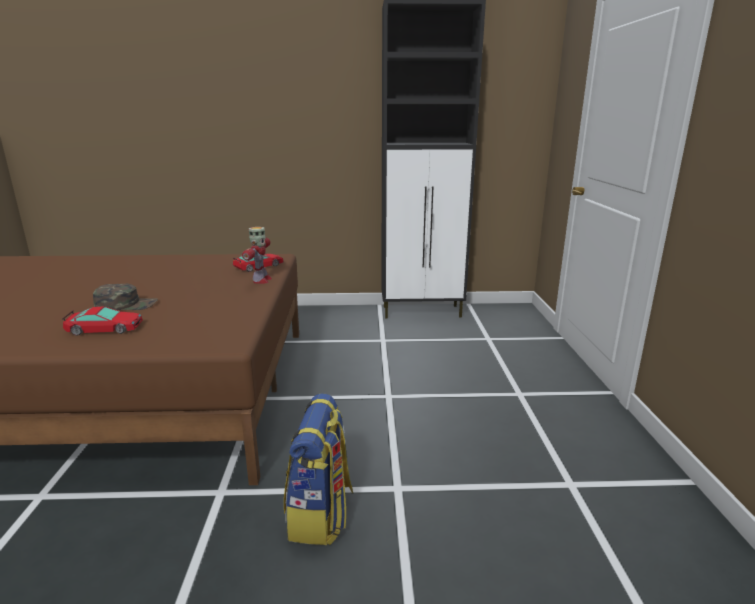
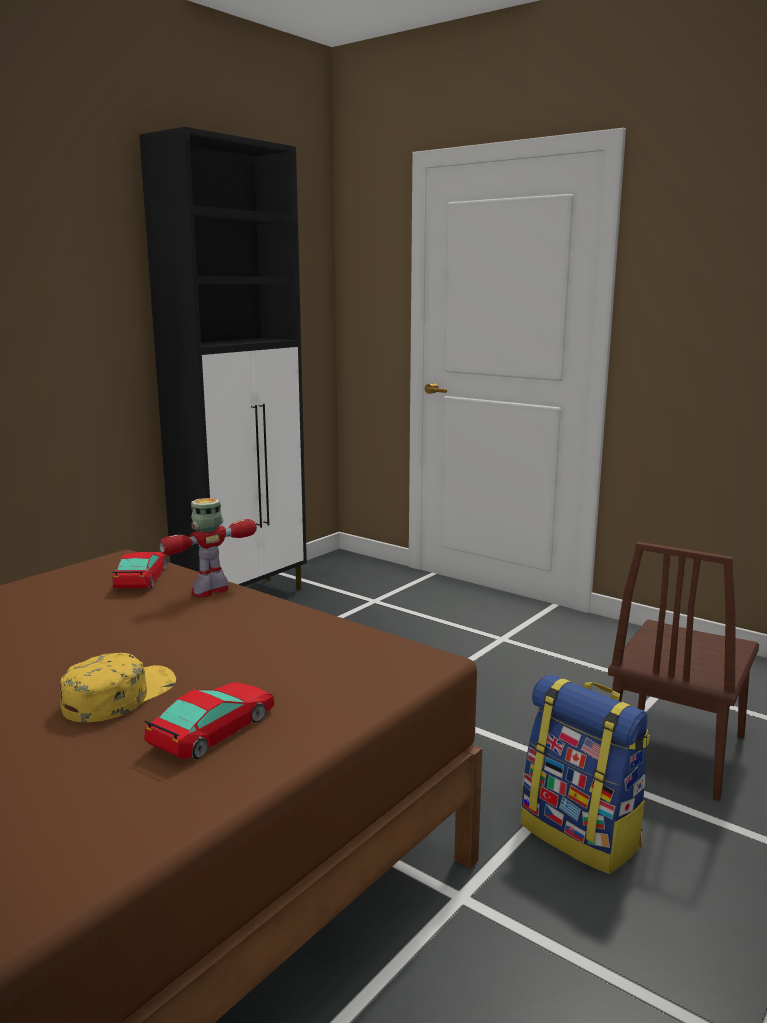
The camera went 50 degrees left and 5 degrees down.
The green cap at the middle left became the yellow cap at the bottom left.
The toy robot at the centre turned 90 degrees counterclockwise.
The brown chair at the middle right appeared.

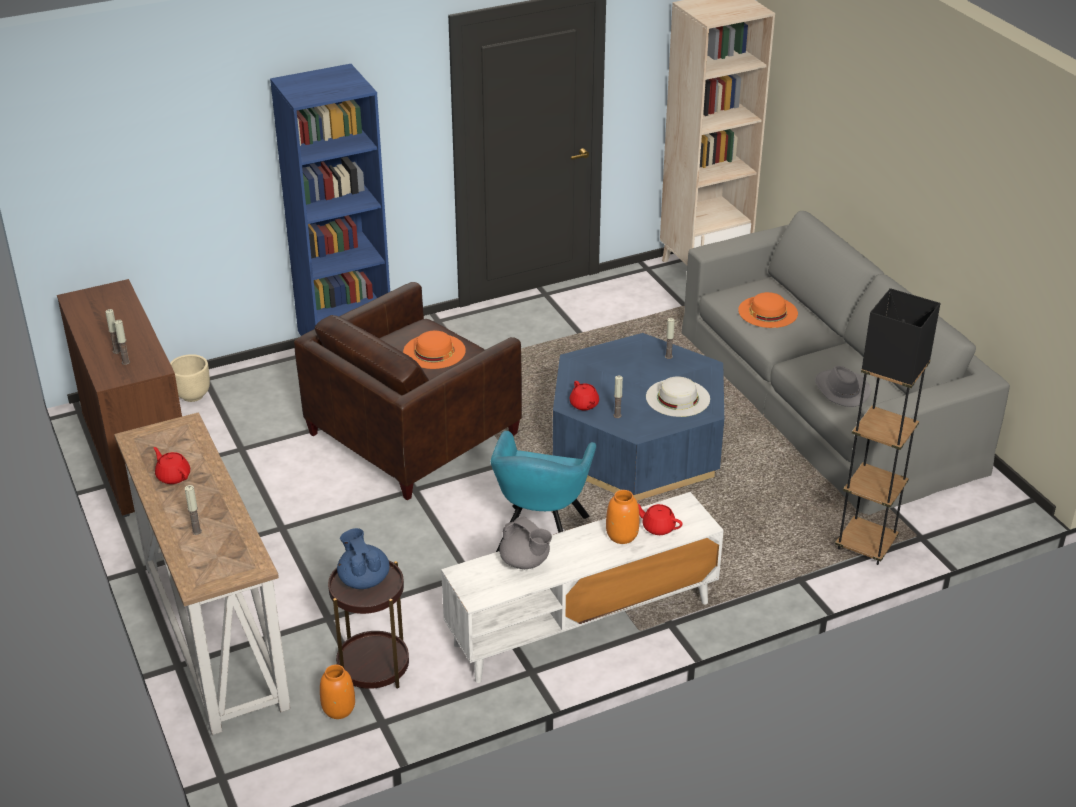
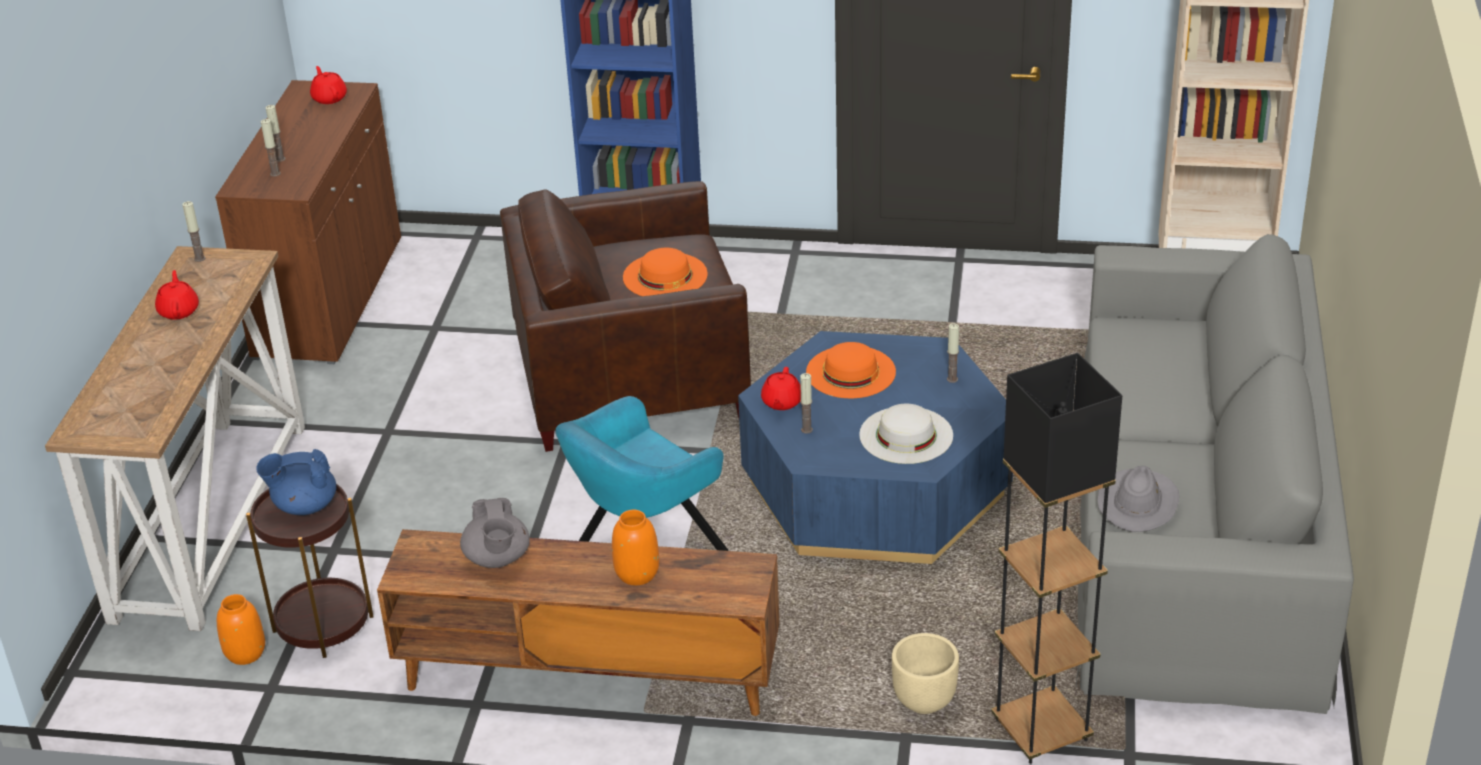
The camera went 35 degrees right and 0 degrees up.
The candle (3rd from left in the first image) moved from the middle left to the top left.
The blue teapot at the bottom centre turned 105 degrees counterclockwise.
The red teapot (3rd from left in the first image) moved from the centre to the top left.
The white tv stand at the bottom centre became the brown tv stand at the bottom centre.
The orange hat (2nd from left) moved from the middle right to the centre.
The beige planter moved from the middle left to the bottom centre.

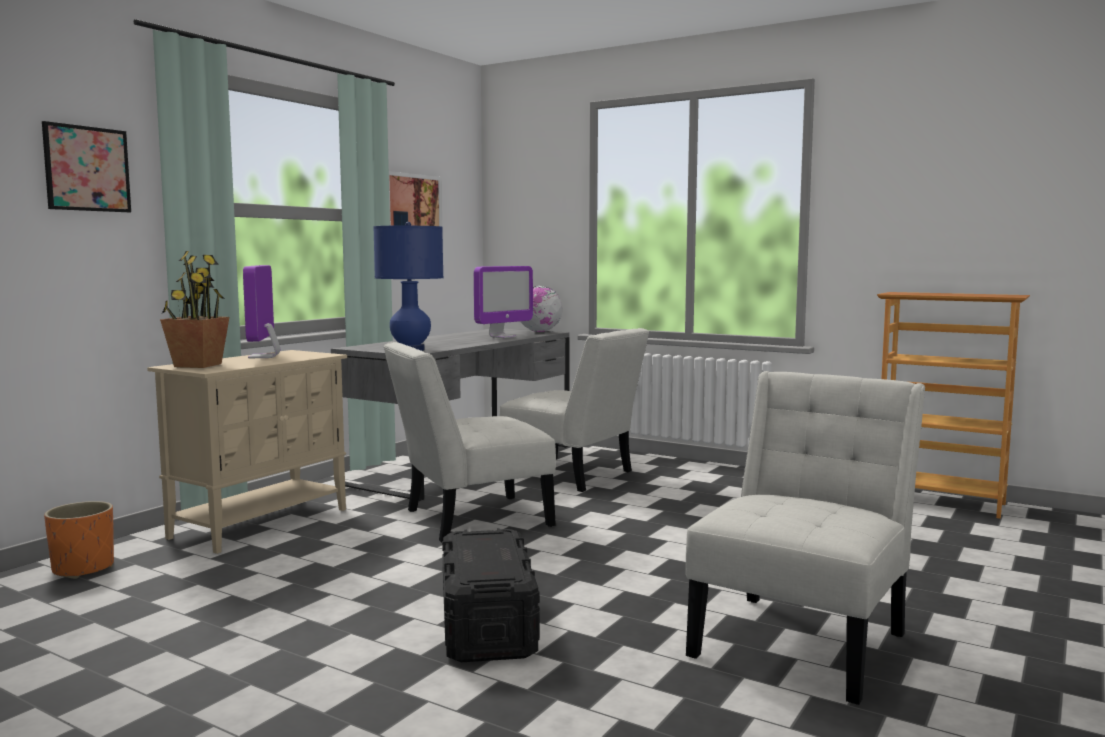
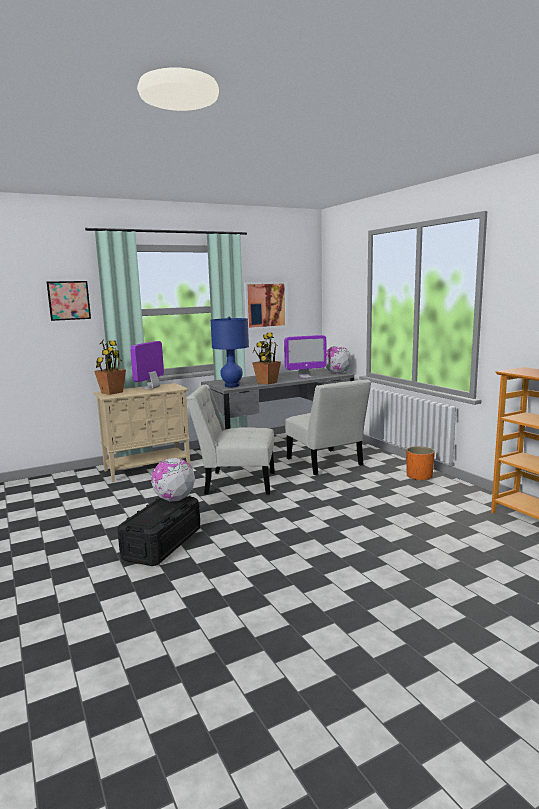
The camera went 30 degrees right and 5 degrees up.
The globe (1st from left) at the middle left appeared.
The potted plant (2nd from left) at the centre appeared.
The orange planter moved from the bottom left to the middle right.
The white chair (3rd from left) at the bottom right disappeared.

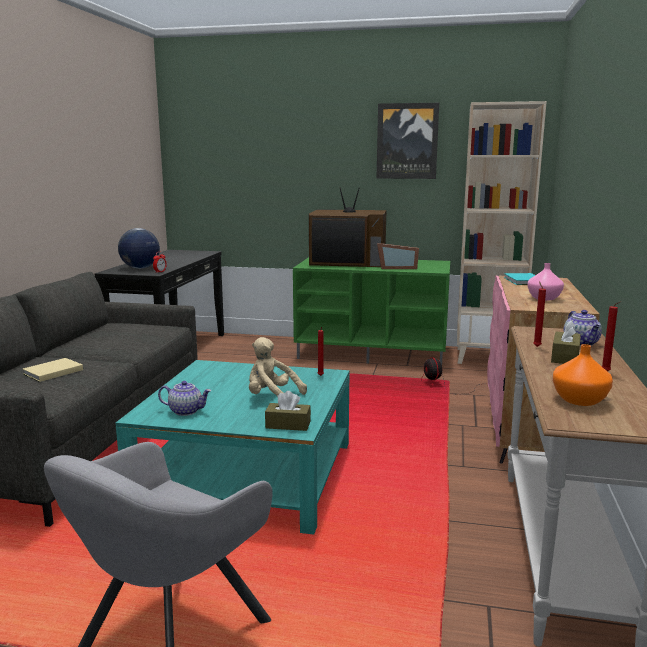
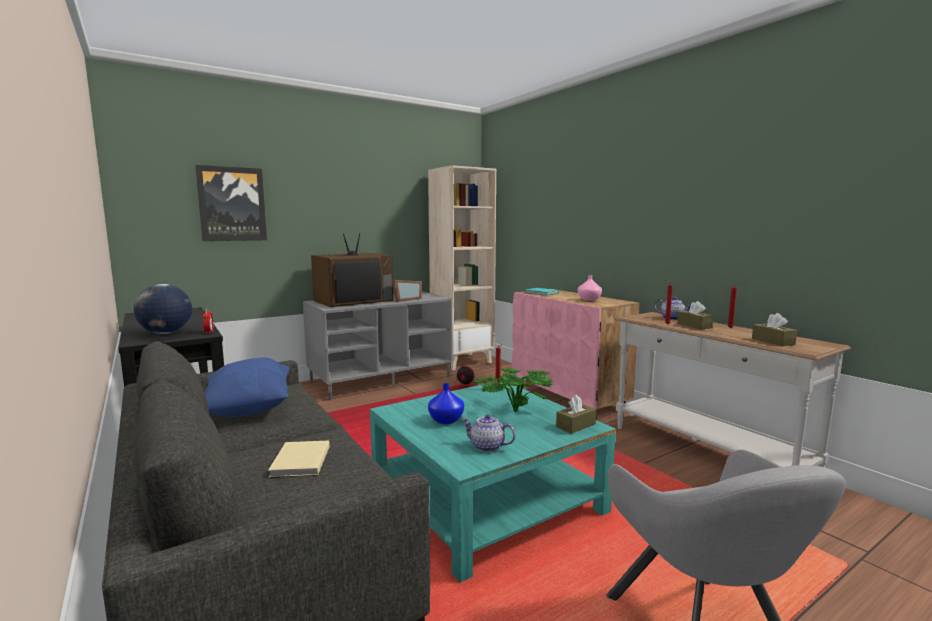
The camera went 45 degrees left and 5 degrees down.
The picture moved from the top centre to the top left.
The blue pillow at the middle left appeared.
The green tv stand at the centre became the grey tv stand at the centre.
The blue vase at the centre appeared.
The teapot (1st from left) at the middle left turned 120 degrees counterclockwise.
The beige plush toy at the centre was replaced by the potted plant at the centre.
The orange vase at the middle right was replaced by the brown tissue box (3rd from left) at the middle right.

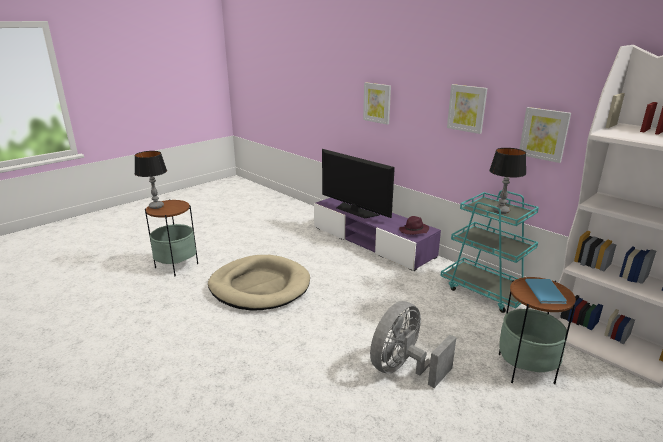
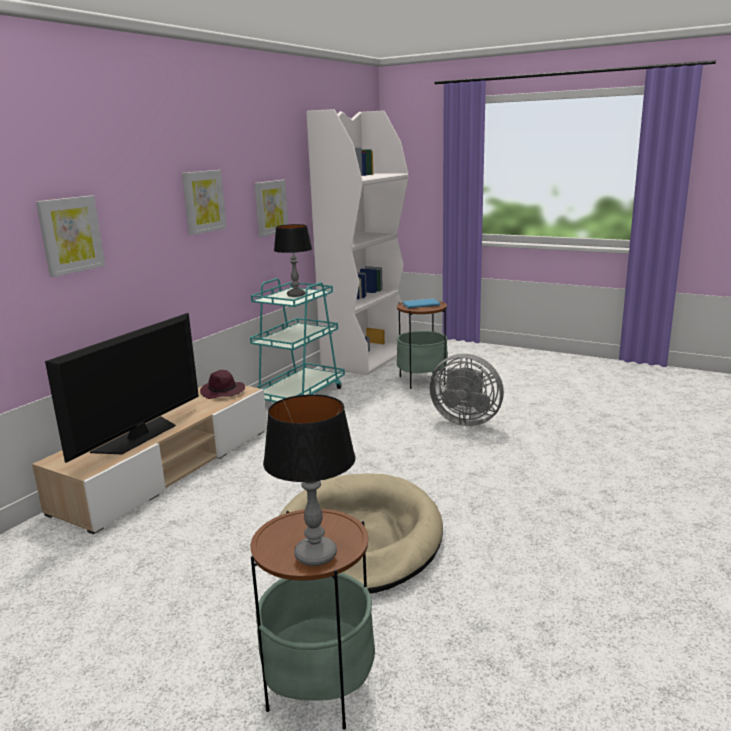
The camera went 105 degrees left and 5 degrees down.
The purple tv stand at the centre became the beige tv stand at the middle left.

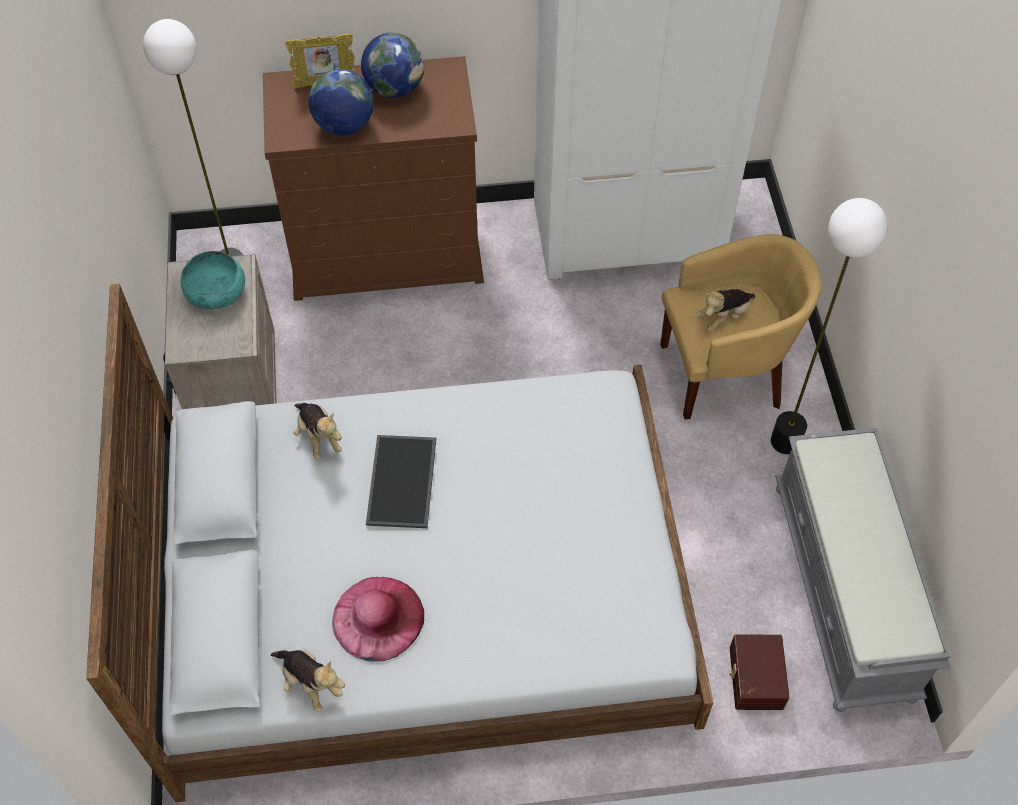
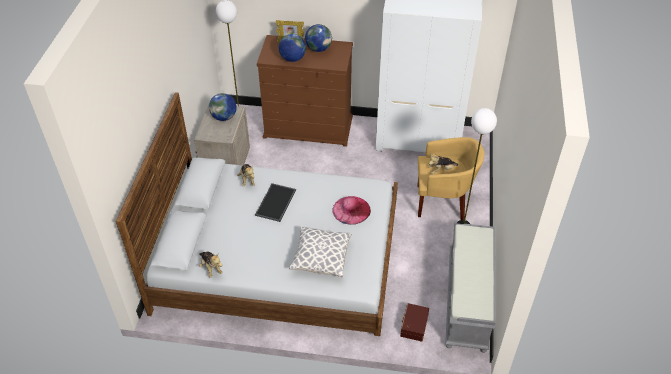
The camera went 15 degrees right and 10 degrees down.
The turquoise bowl at the middle left was replaced by the globe (1st from left) at the top left.
The pillow at the bottom centre appeared.
The pink hat moved from the bottom centre to the centre.

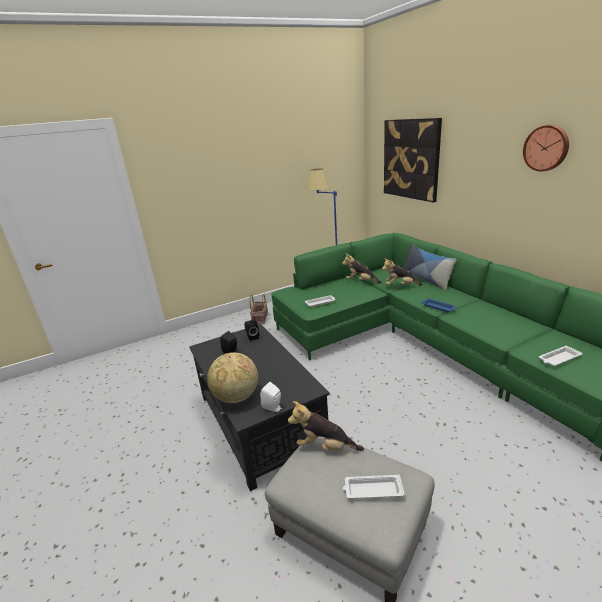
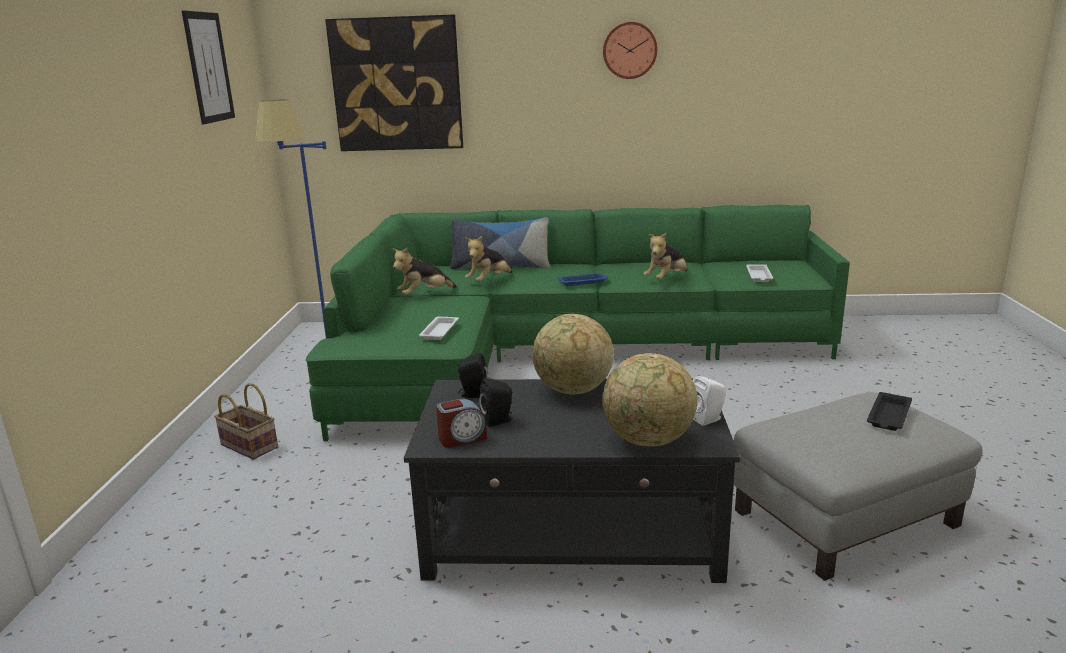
The camera went 60 degrees left and 5 degrees down.
The picture (1st from left) at the top left appeared.
The alarm clock at the centre appeared.
The globe (1st from left) at the centre appeared.
The plush toy (1st from left in the first image) moved from the bottom centre to the centre.
The white tray (2nd from left) at the bottom centre became the black tray at the middle right.

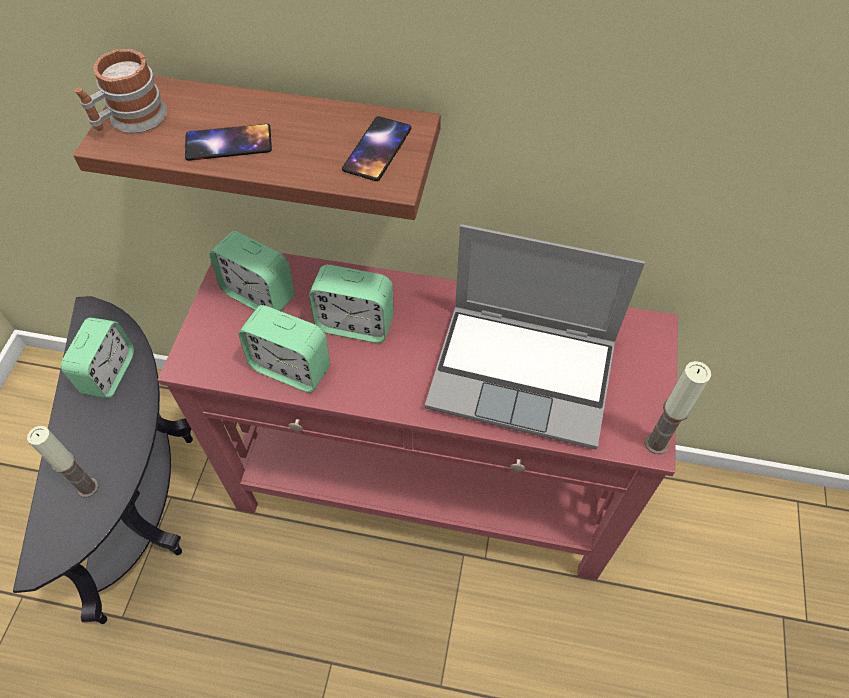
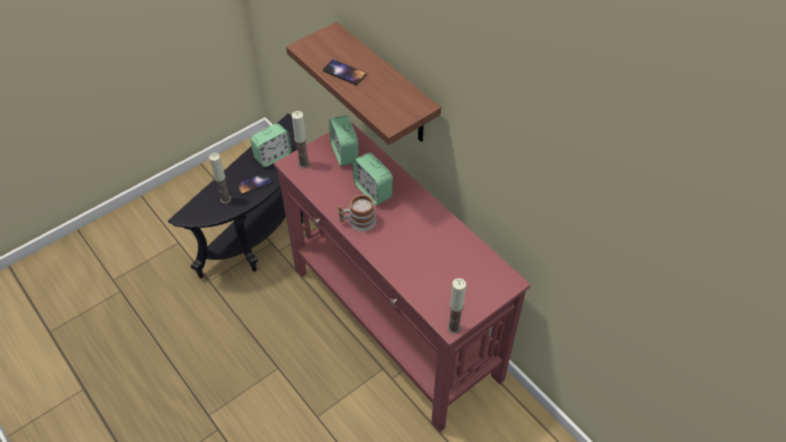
The camera went 40 degrees right and 5 degrees down.
The phone (2nd from left in the first image) moved from the top centre to the middle left.
The candle (2nd from left) at the top centre appeared.
The mug moved from the top left to the centre.
The alarm clock (3rd from left) at the centre disappeared.
The laptop at the centre disappeared.

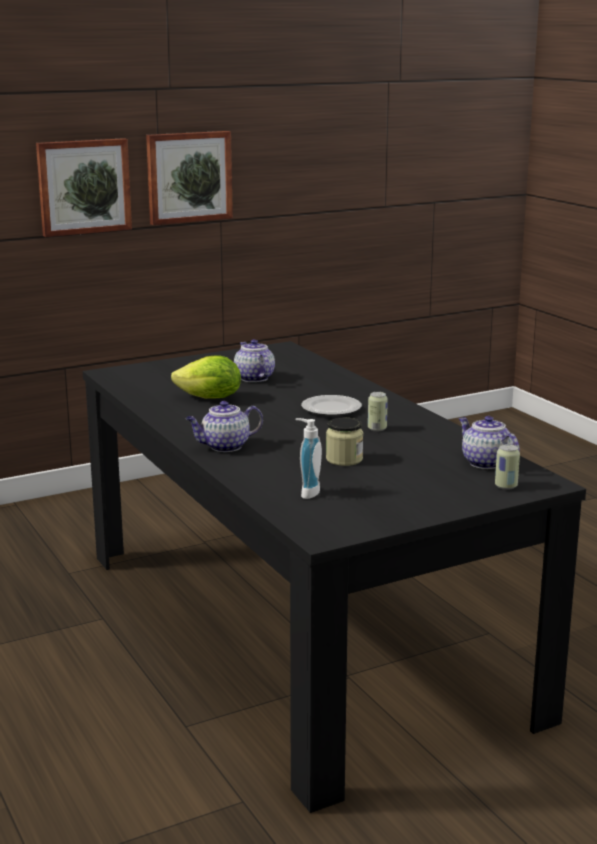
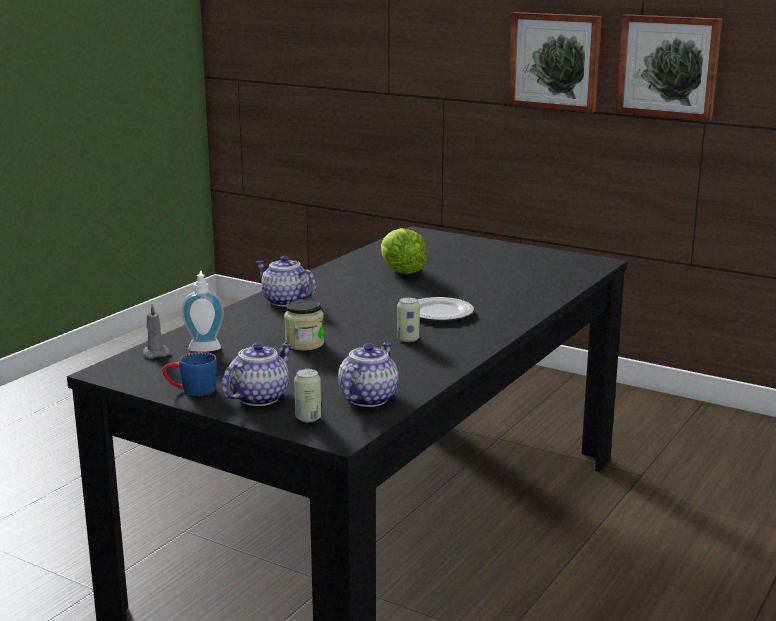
The camera went 60 degrees right and 0 degrees up.
The grey candle at the middle left appeared.
The blue mug at the middle left appeared.
The teapot (2nd from left in the first image) moved from the centre to the middle left.

